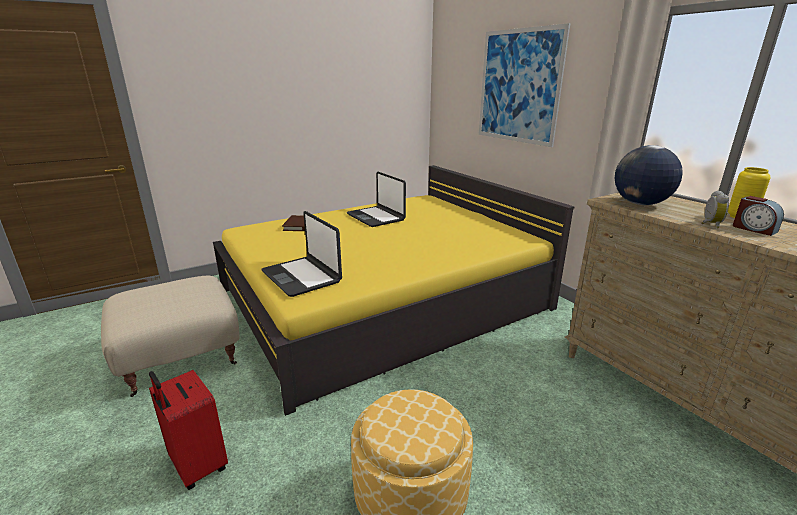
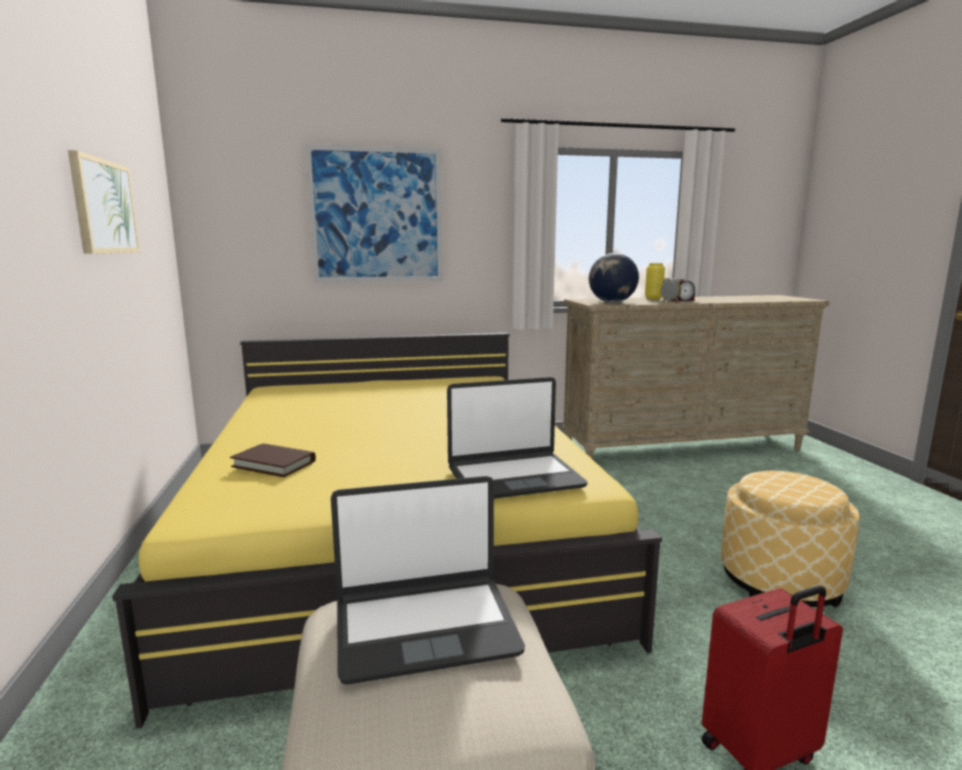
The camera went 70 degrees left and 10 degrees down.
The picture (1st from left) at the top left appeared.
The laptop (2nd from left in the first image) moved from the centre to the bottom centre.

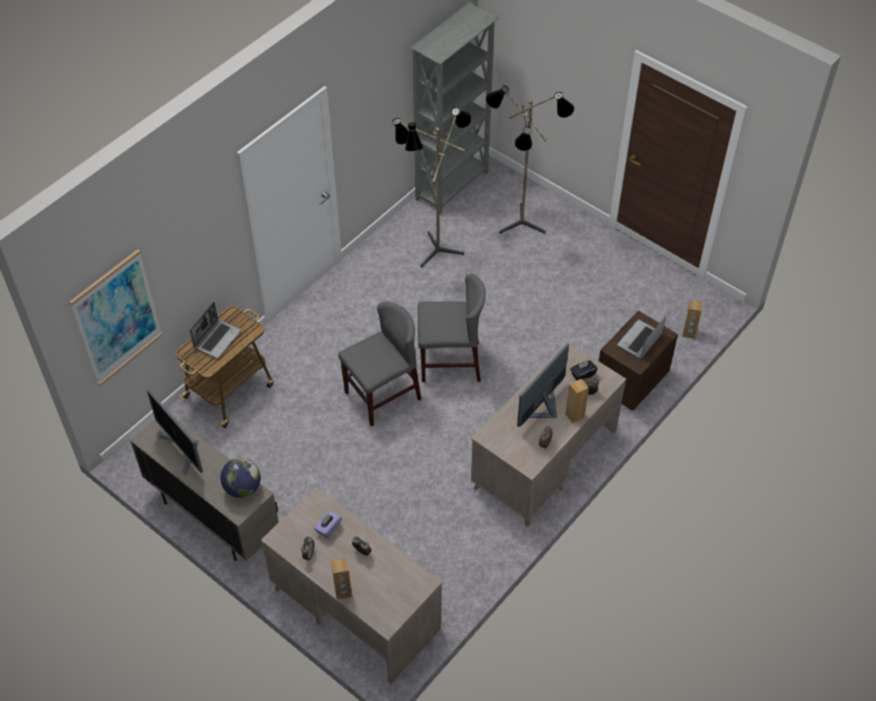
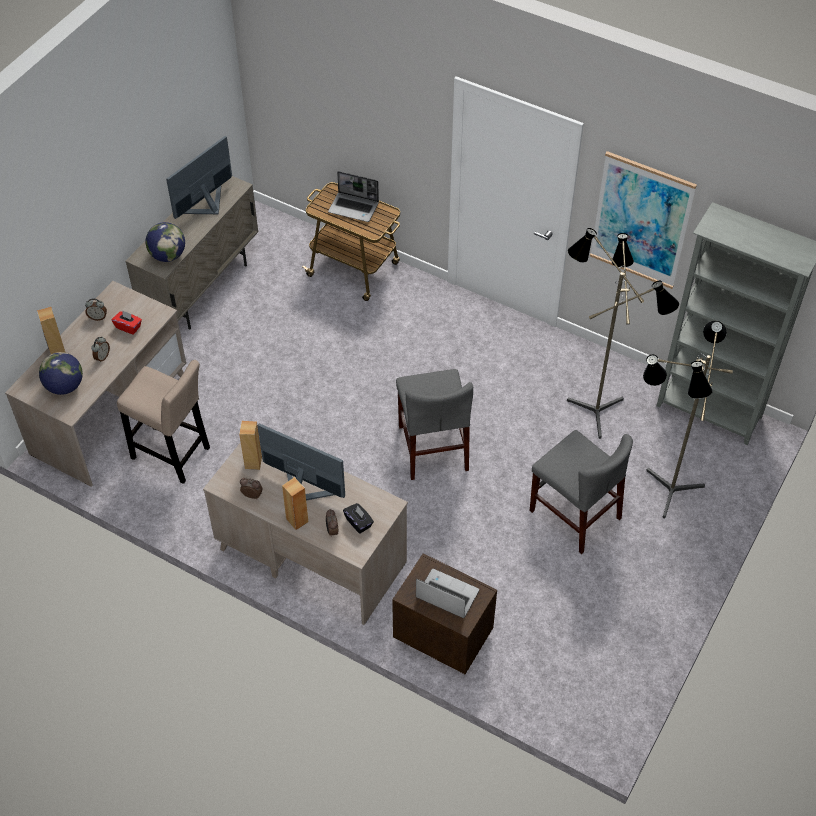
The camera went 80 degrees right and 0 degrees up.
The globe (1st from left) at the middle left appeared.
The purple tissue box at the bottom centre became the red tissue box at the middle left.
The beige stool at the middle left appeared.
The brown speaker (3rd from left in the first image) moved from the middle right to the middle left.
The grey chair (1st from left in the first image) moved from the centre to the middle right.
The picture moved from the middle left to the top right.

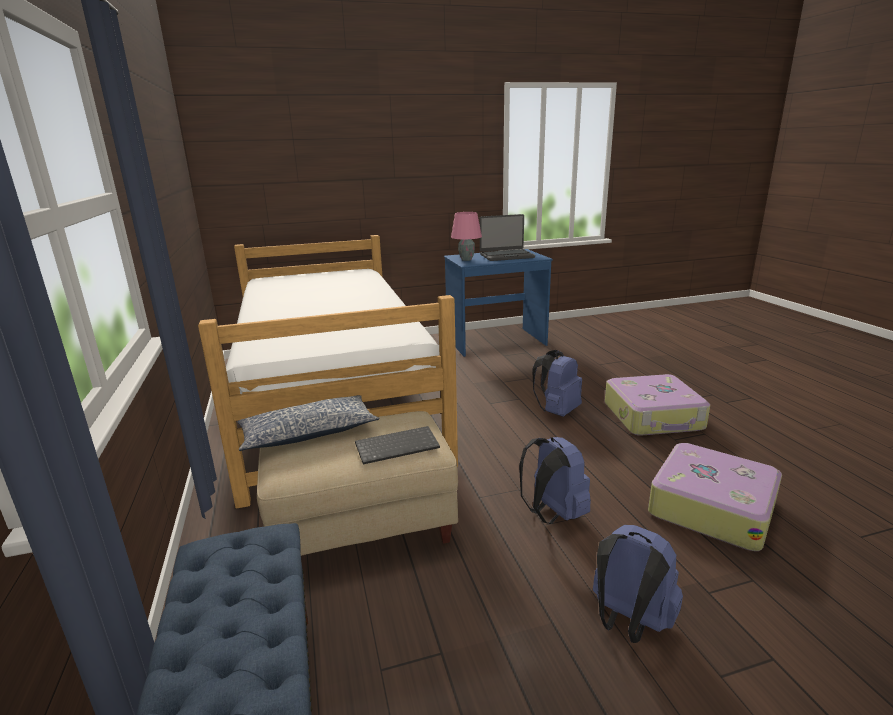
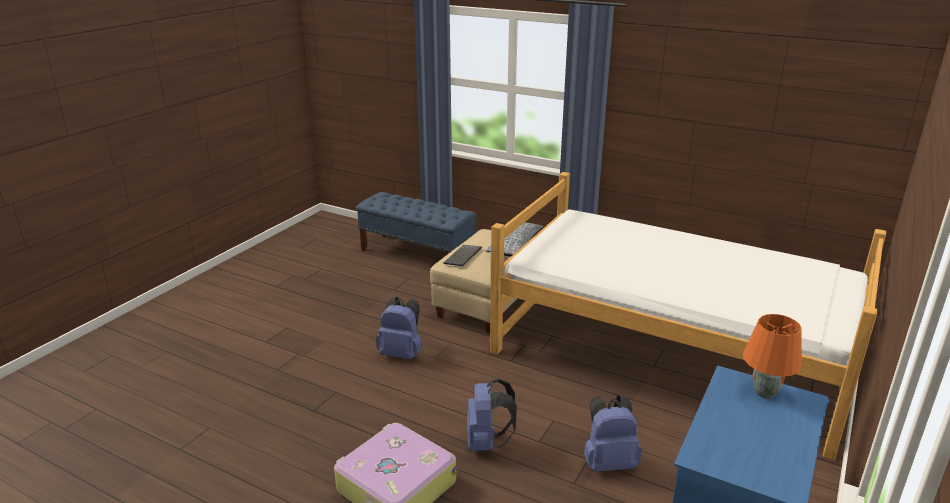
The camera went 135 degrees right and 5 degrees up.
The blue backpack (3rd from left) moved from the bottom right to the bottom centre.
The pink table lamp at the top centre became the orange table lamp at the bottom right.
The laptop at the top centre disappeared.
The suitcase (2nd from left) at the bottom right disappeared.

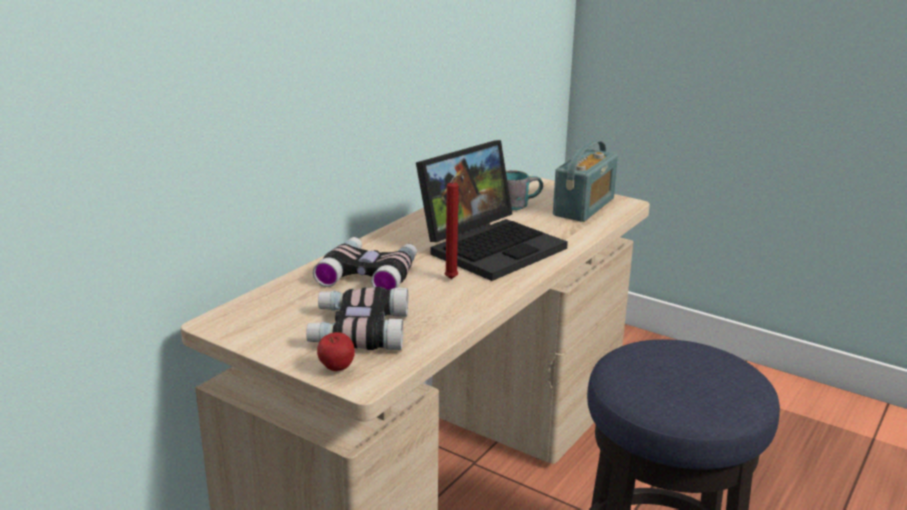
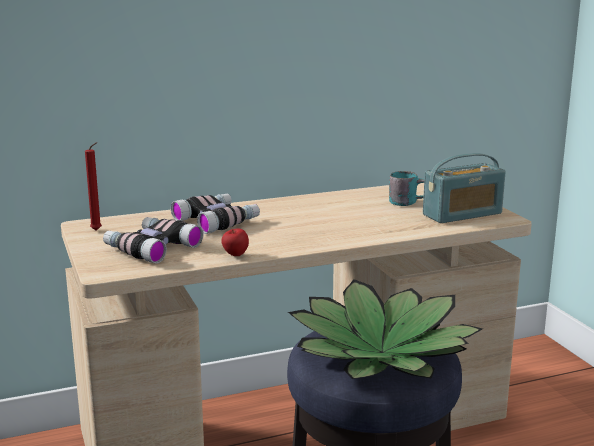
The camera went 35 degrees right and 5 degrees down.
The red candle moved from the centre to the middle left.
The apple moved from the bottom centre to the centre.
The potted plant at the bottom centre appeared.
The laptop at the centre disappeared.

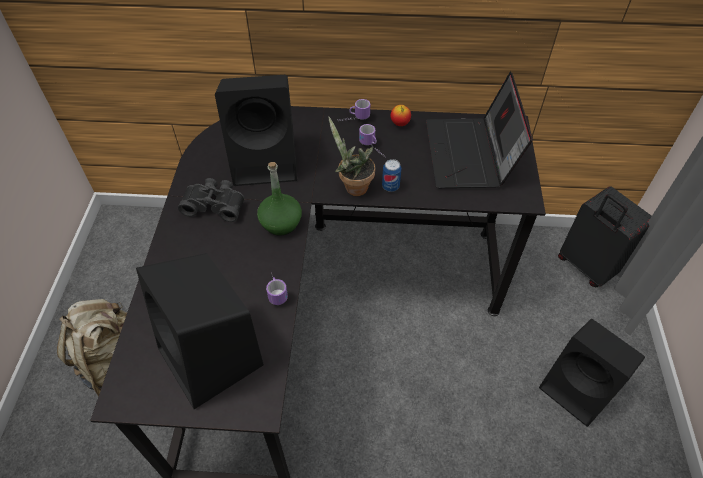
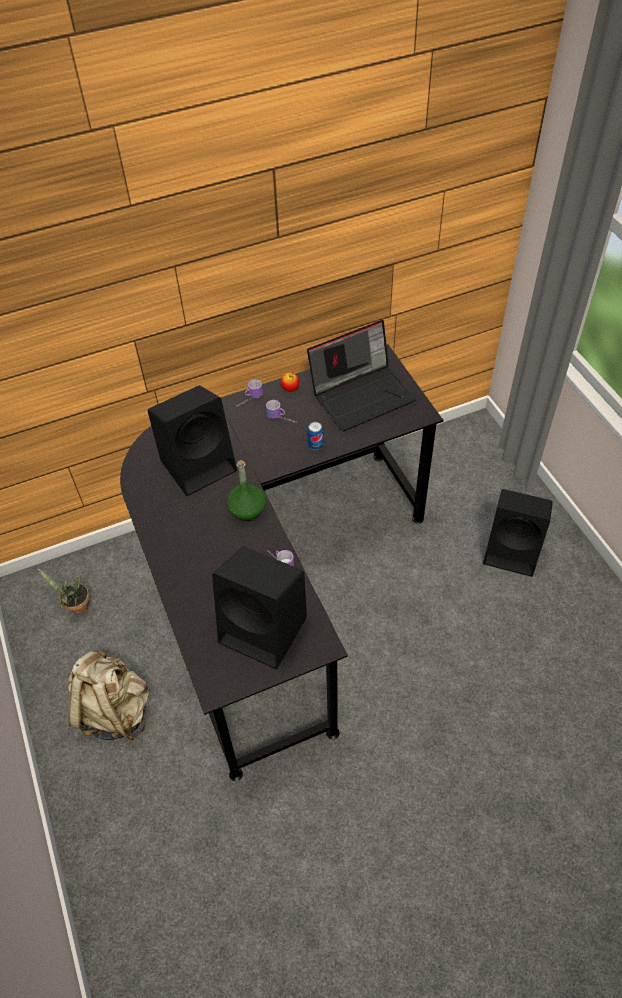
The camera went 25 degrees left and 0 degrees up.
The potted plant moved from the top centre to the middle left.
The laptop at the top right turned 90 degrees counterclockwise.
The black binoculars at the middle left disappeared.
The black suitcase at the middle right disappeared.

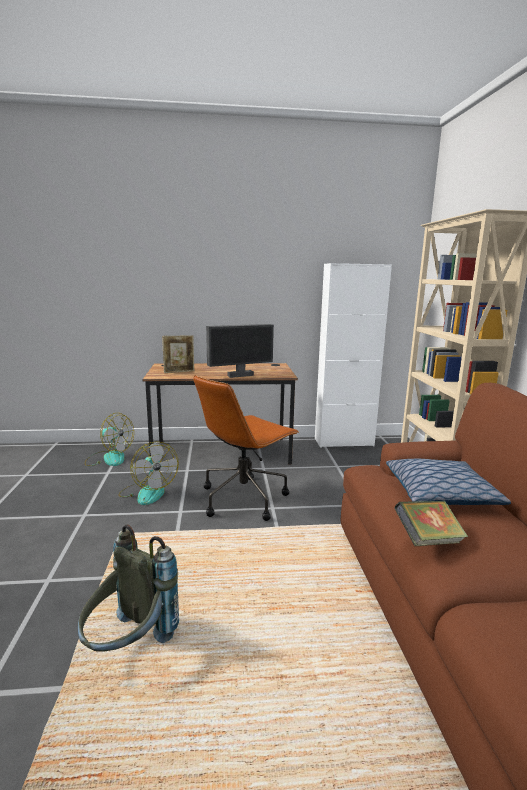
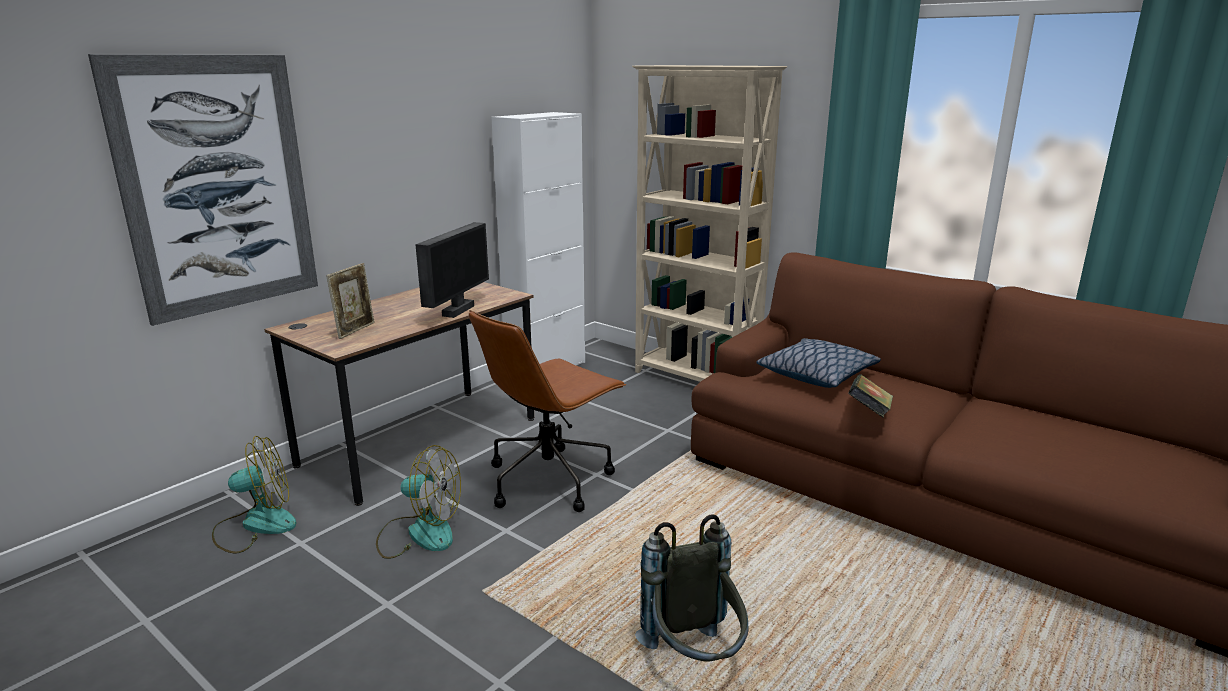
The camera went 45 degrees left and 5 degrees up.
The picture at the top left appeared.
The brown office chair at the centre turned 45 degrees clockwise.

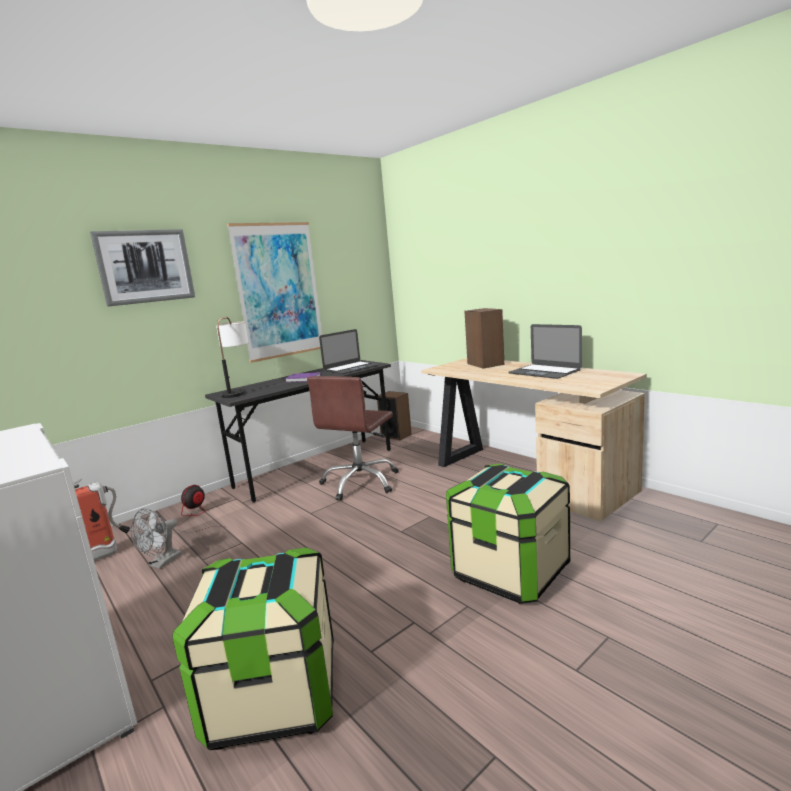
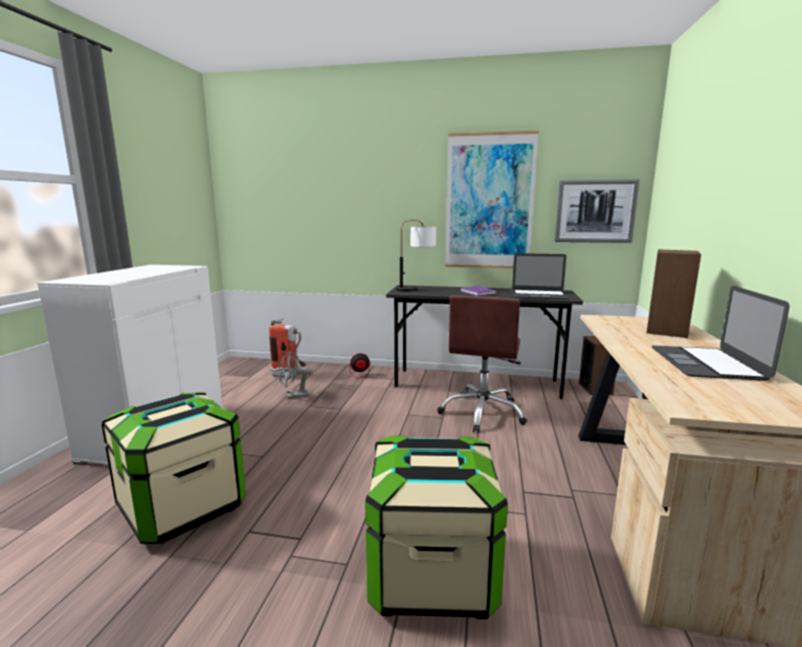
The camera went 50 degrees right and 0 degrees up.
The brown office chair at the centre turned 60 degrees counterclockwise.
The picture (1st from left in the first image) moved from the middle left to the top right.

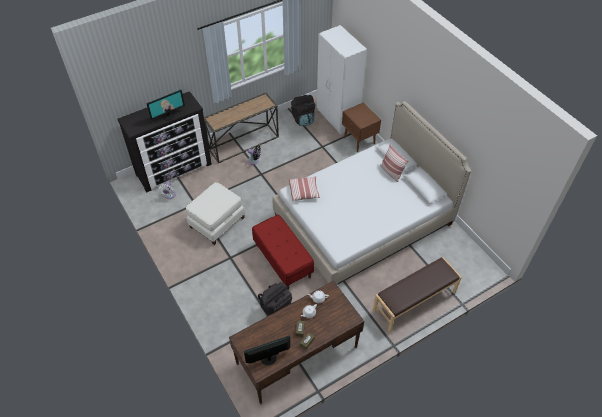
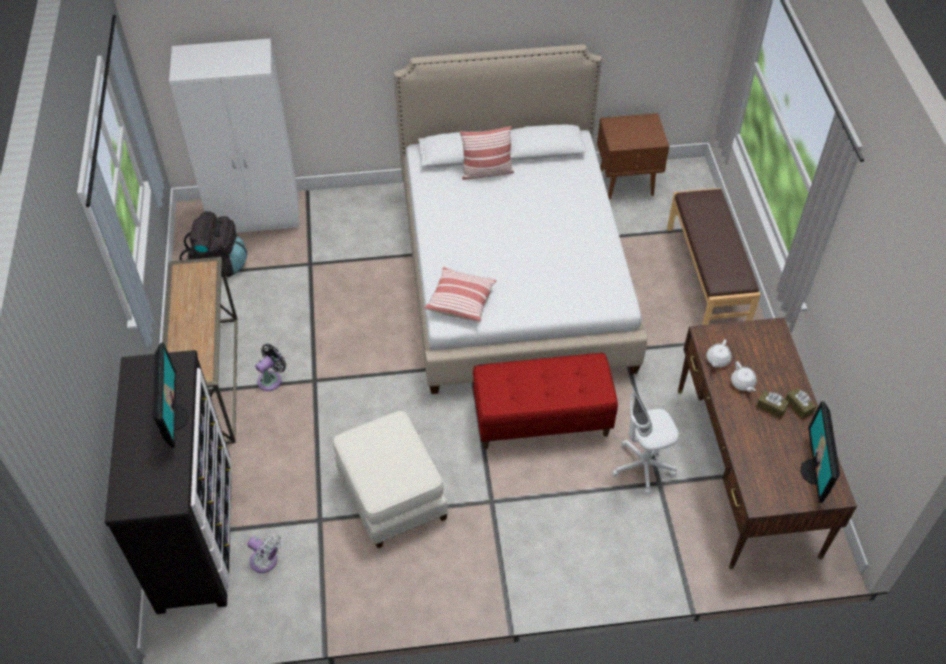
The camera went 65 degrees left and 0 degrees up.
The brown nightstand moved from the top centre to the top right.
The black backpack (1st from left) at the bottom centre was replaced by the white office chair at the middle right.

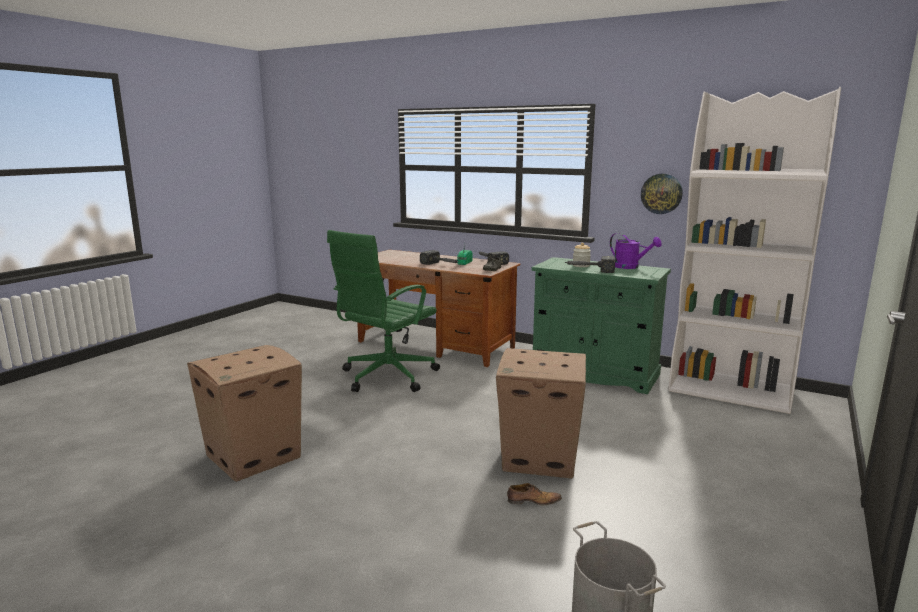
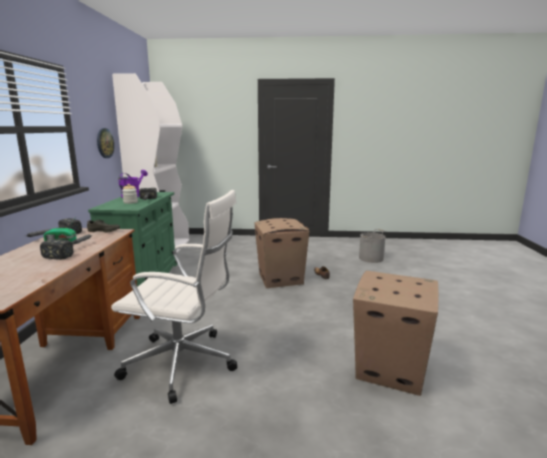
The camera went 115 degrees left and 0 degrees up.
The green office chair at the centre became the white office chair at the middle left.

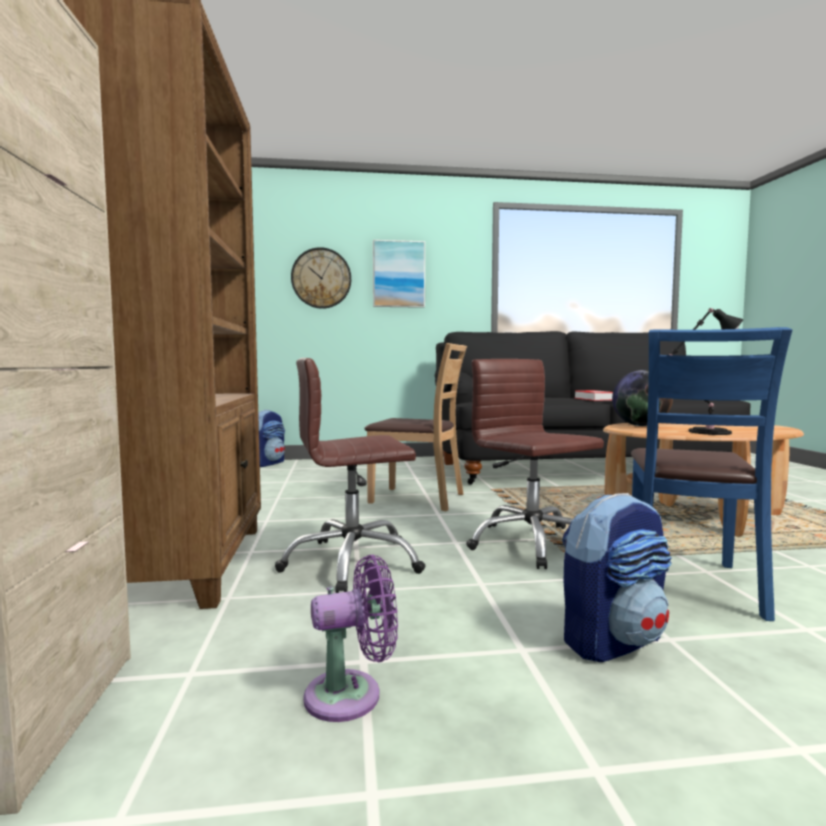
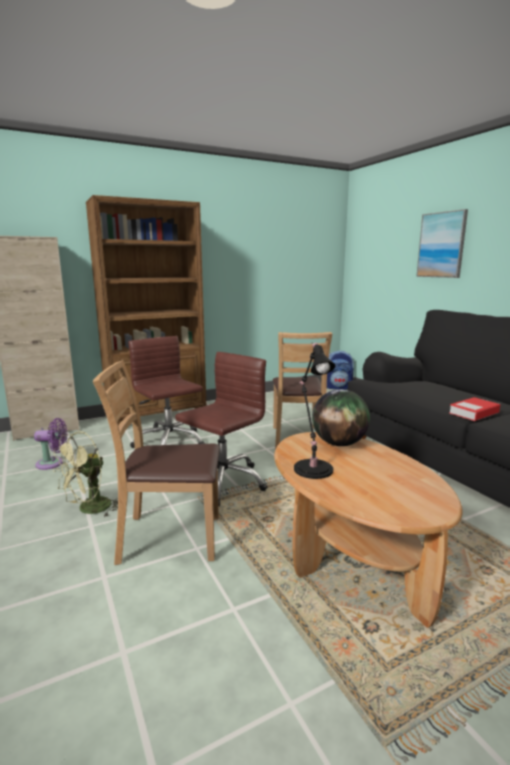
The camera went 70 degrees right and 10 degrees up.
The purple fan at the bottom centre turned 60 degrees counterclockwise.
The backpack (2nd from left) at the bottom right was replaced by the green fan at the middle left.
The blue chair at the middle right became the brown chair (1st from left) at the middle left.
The wall clock at the centre disappeared.

